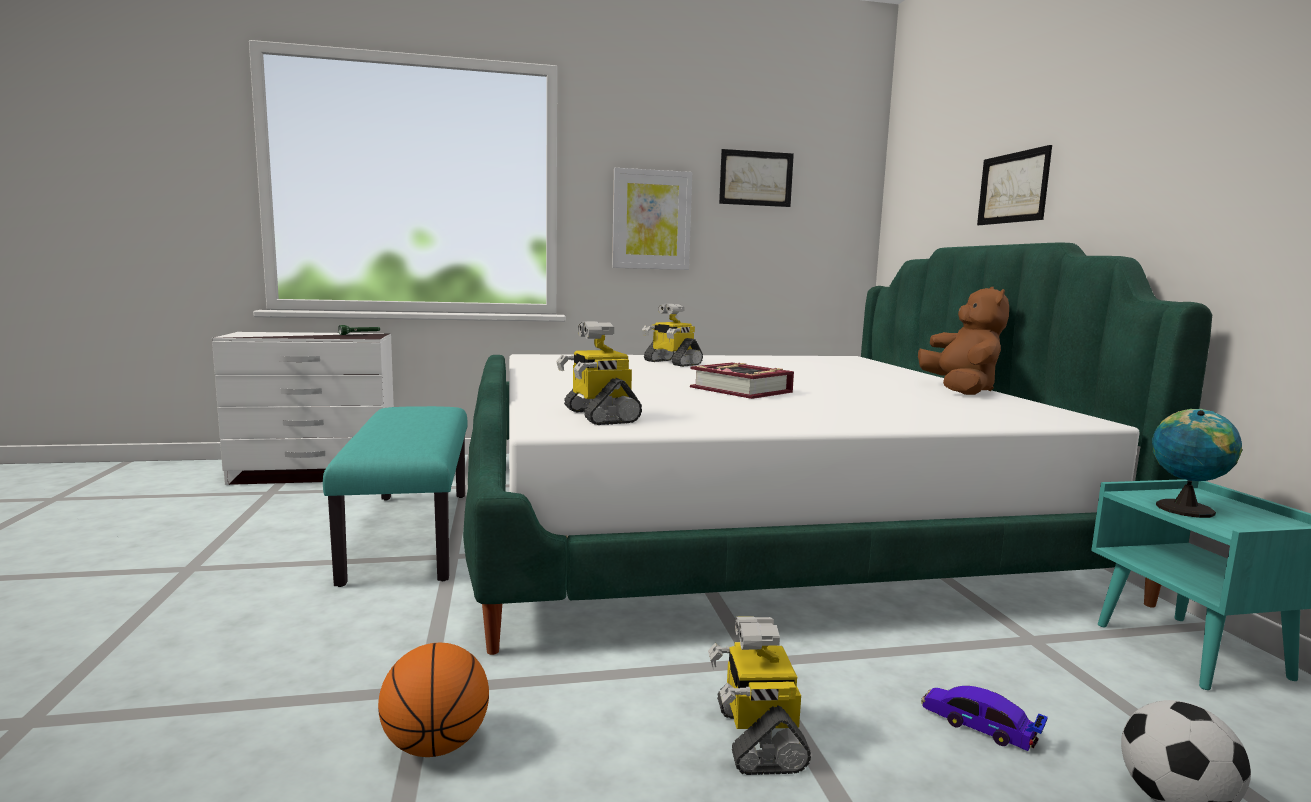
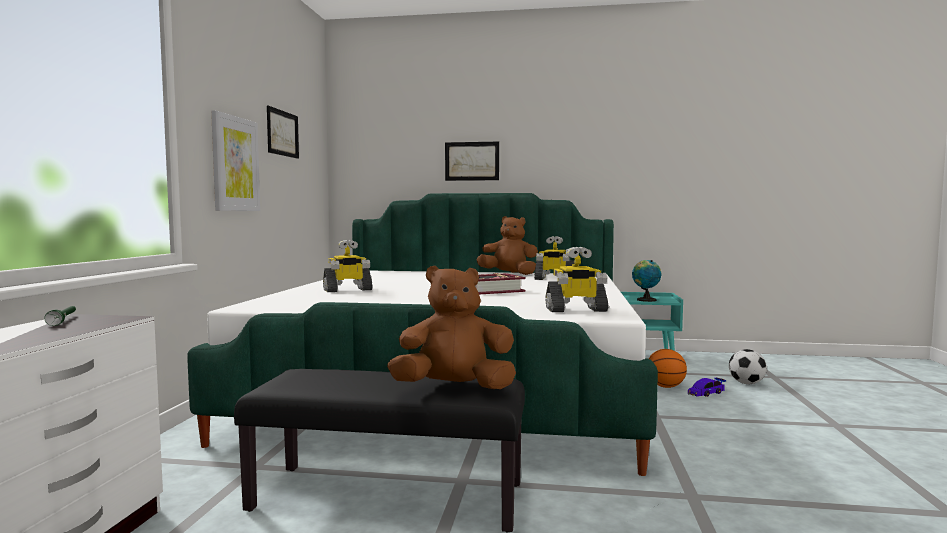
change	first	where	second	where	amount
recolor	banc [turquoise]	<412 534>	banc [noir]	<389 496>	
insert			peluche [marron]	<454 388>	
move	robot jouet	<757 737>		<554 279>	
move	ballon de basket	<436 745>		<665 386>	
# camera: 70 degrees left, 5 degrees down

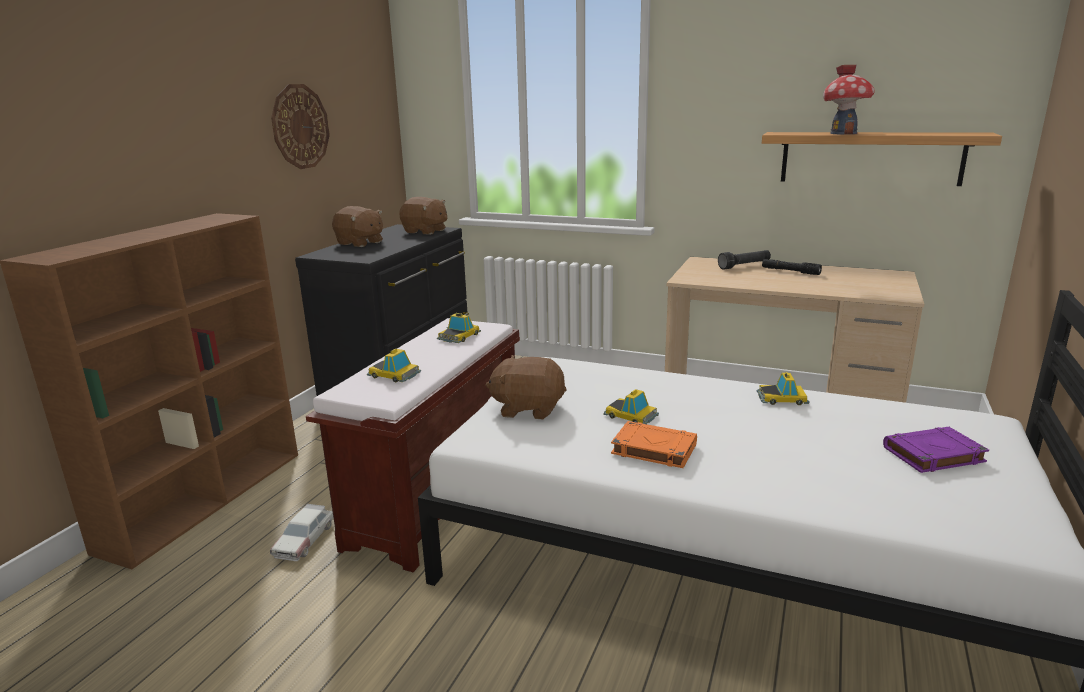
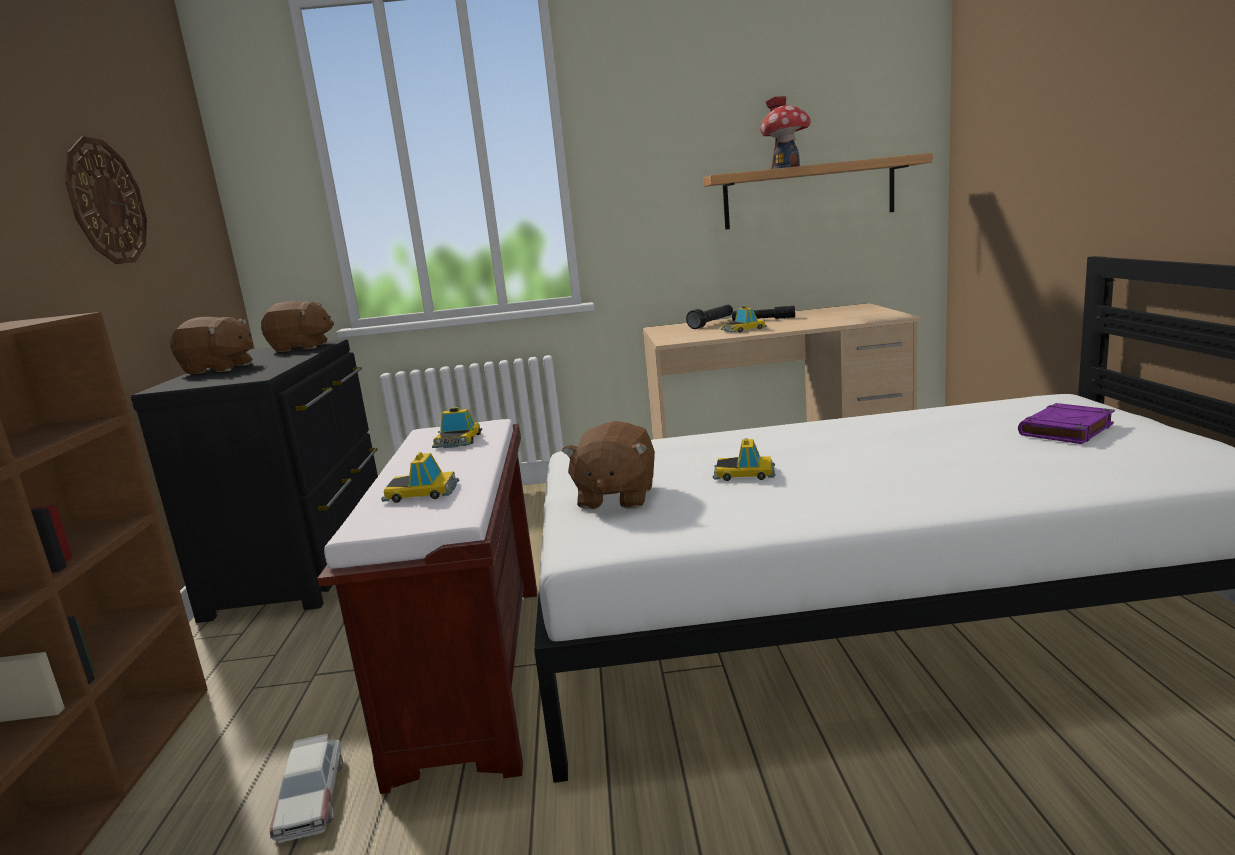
change	first	where	second	where	amount
rotate	peluche [marron]	<528 408>		<615 497>	60 degrees counterclockwise
move	petite voiture	<782 398>		<743 329>	
delete	livre [orange]	<653 449>			
# camera: 25 degrees left, 5 degrees down

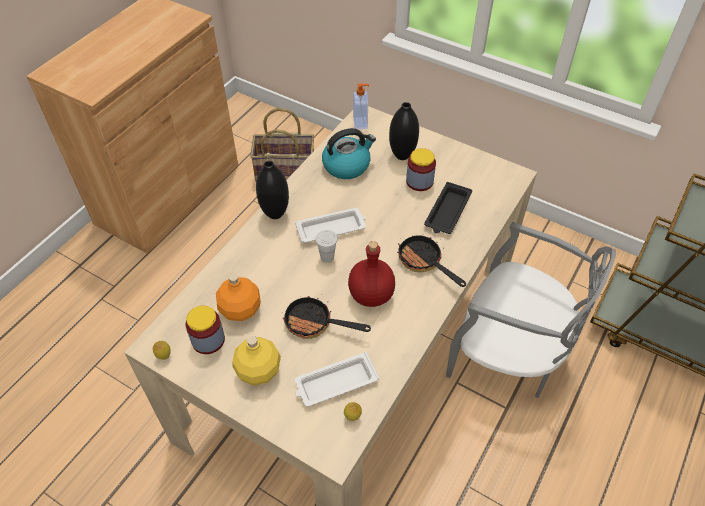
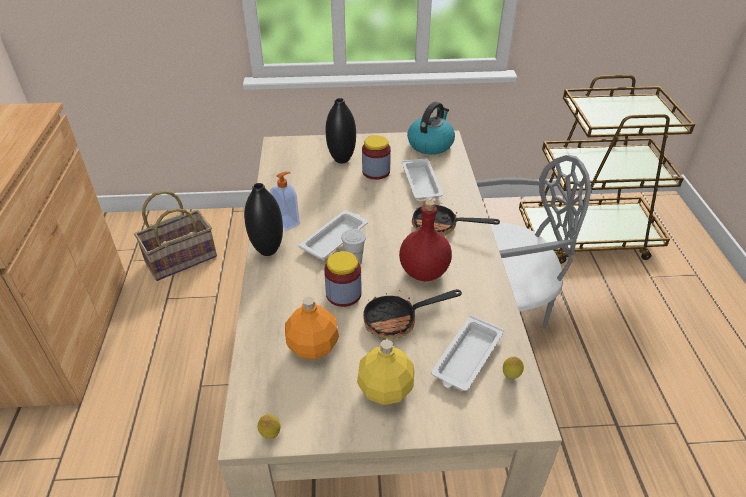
change	first	where	second	where	amount
move	distributeur de savon	<361 123>		<287 222>	
move	bocal	<208 340>		<343 294>	
recolor	plateau [noir]	<447 212>	plateau [blanc]	<421 183>	
move	bouilloire	<347 165>		<430 144>	
# camera: 35 degrees left, 10 degrees down

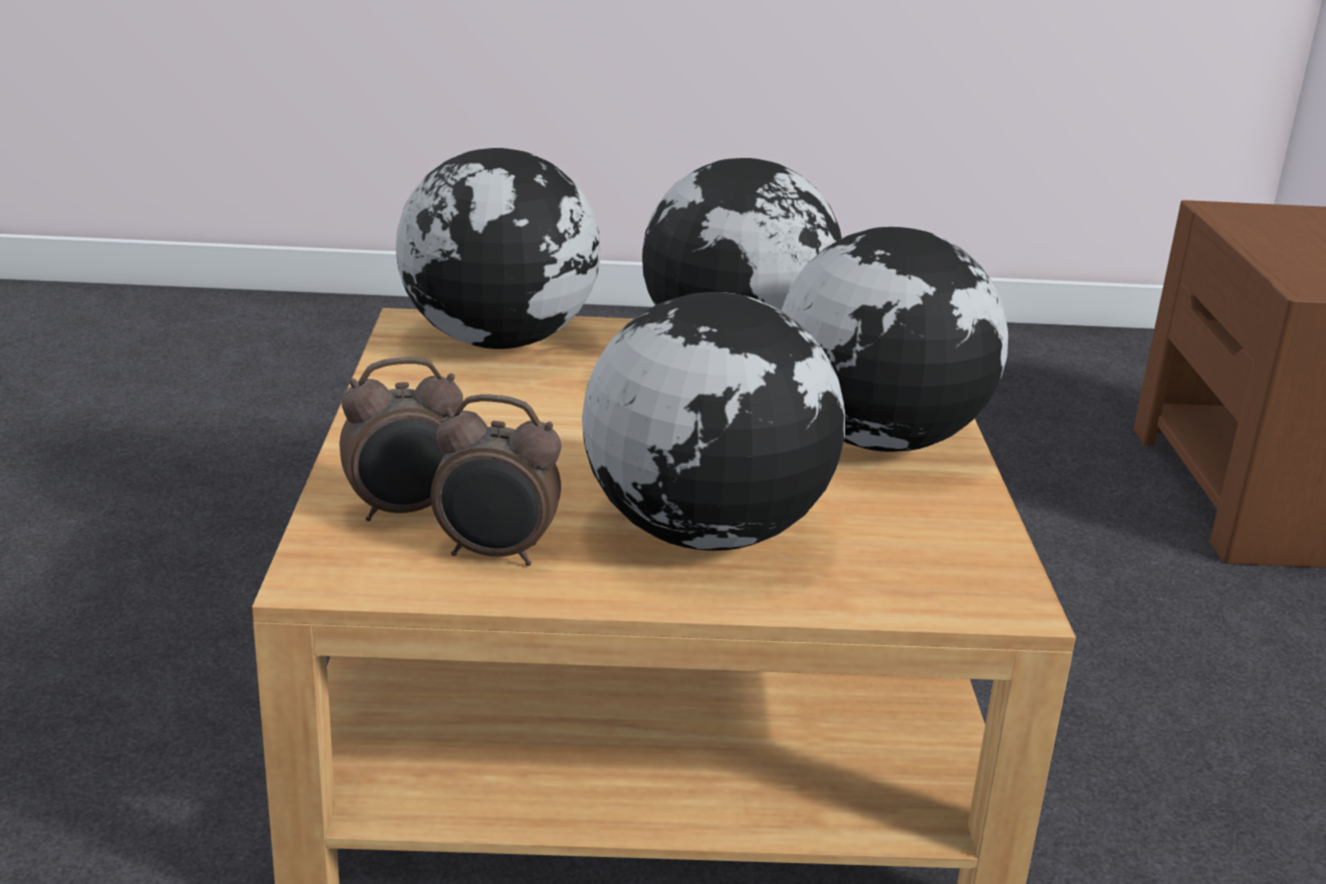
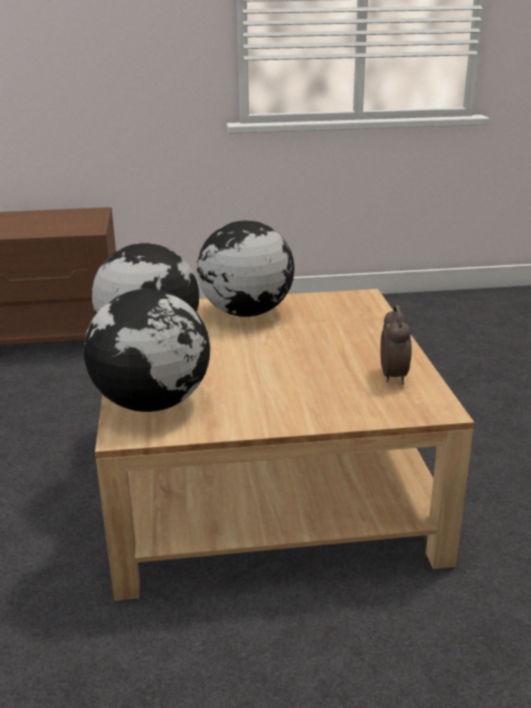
change	first	where	second	where	amount
delete	réveil	<405 511>			
delete	globe	<704 532>			
# camera: 95 degrees left, 0 degrees up

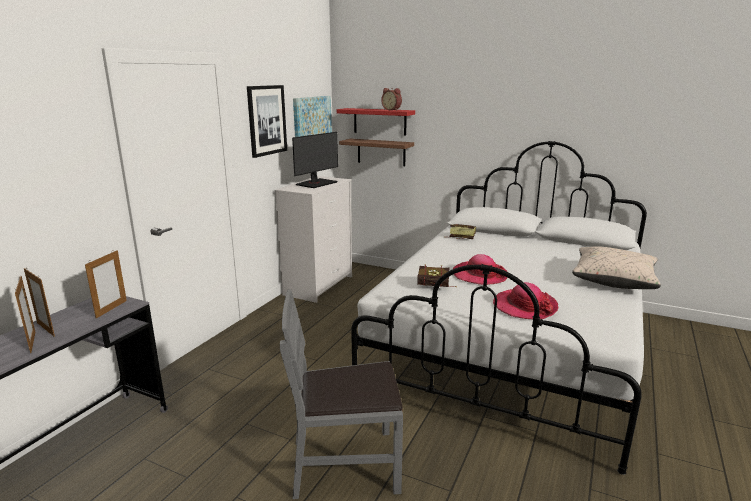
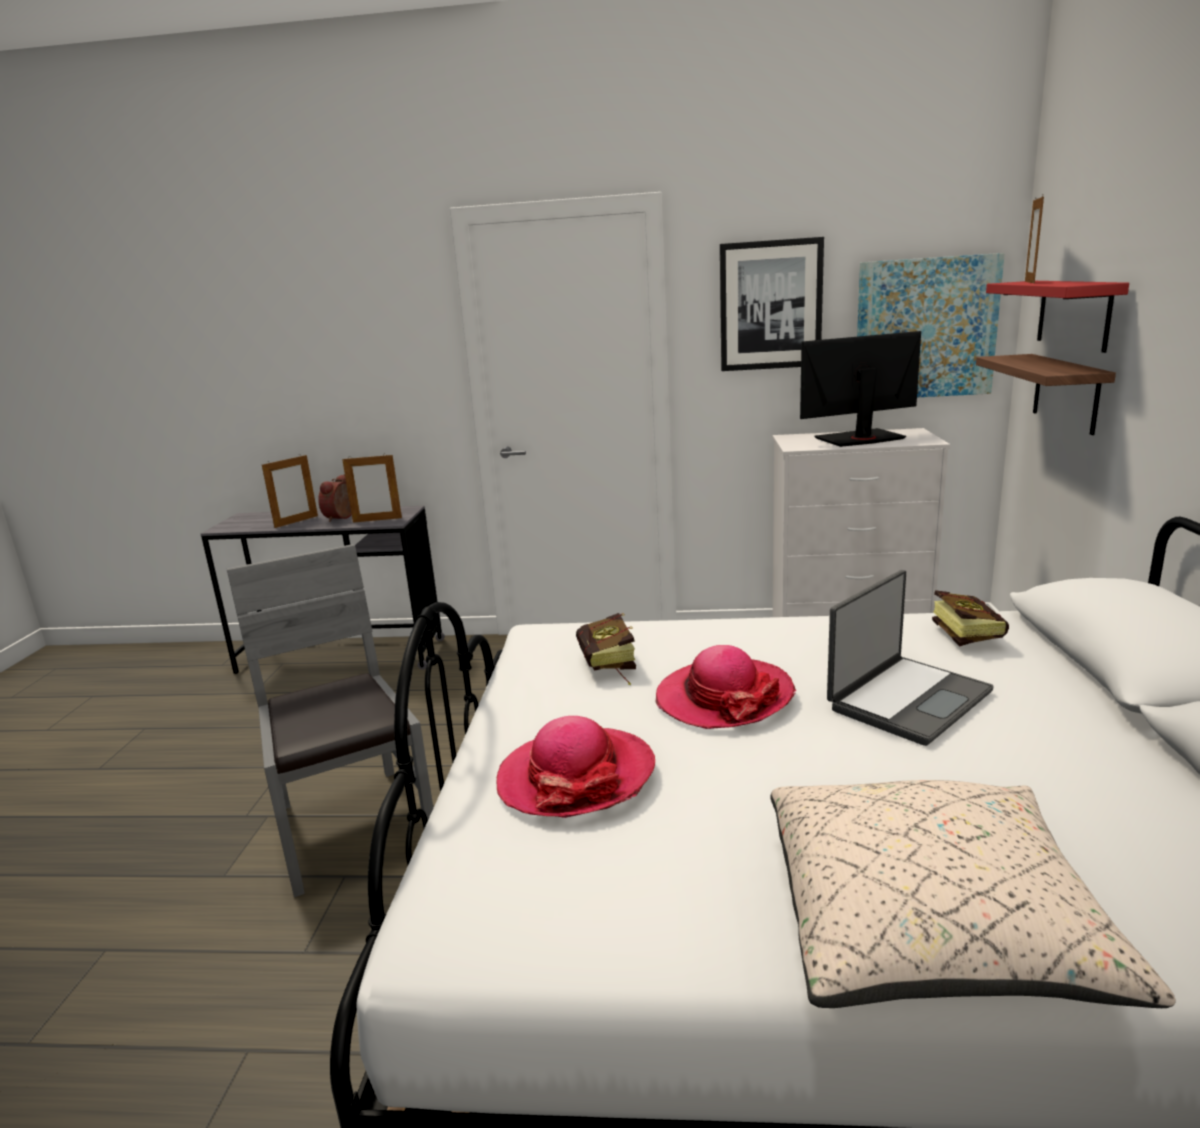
change	first	where	second	where	amount
move	réveil	<392 110>		<342 518>	
rotate	écran d'ordinateur	<316 183>		<859 439>	150 degrees clockwise
insert			ordinateur portable	<907 700>	
move	cadre photo	<46 329>		<1029 282>	
# camera: 70 degrees right, 0 degrees up

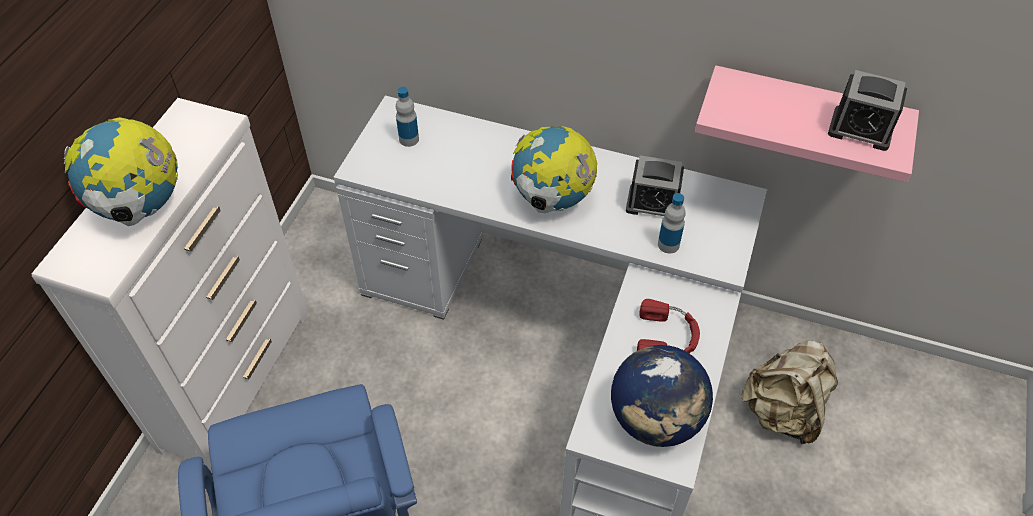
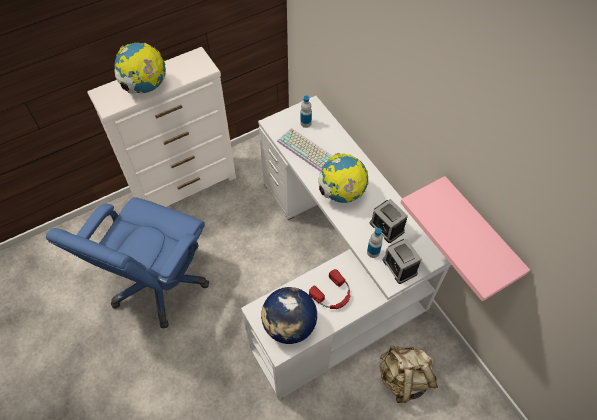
change	first	where	second	where	amount
insert			clavier	<308 150>	
move	réveil	<860 129>		<399 267>	
# camera: 40 degrees right, 5 degrees up

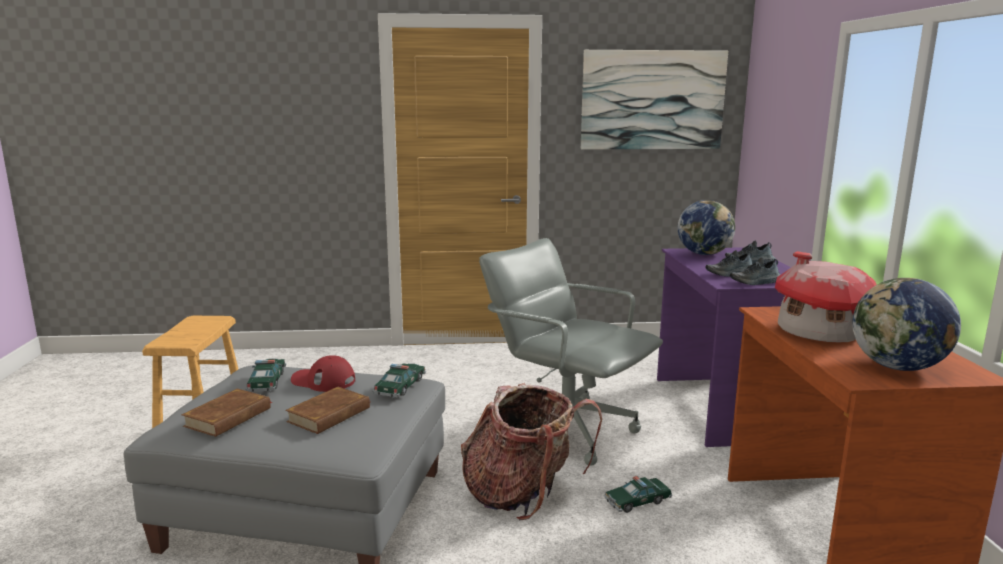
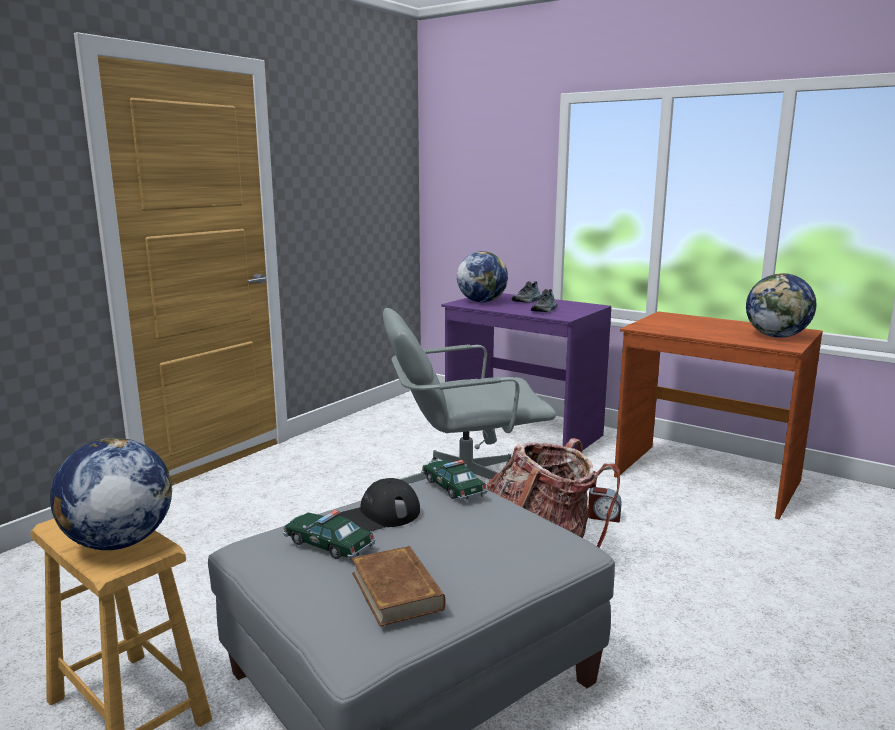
change	first	where	second	where	amount
insert			globe	<118 542>	
recolor	casquette [rouge]	<323 381>	casquette [noir]	<378 515>	
replace	petite voiture	<637 501>	réveil	<604 516>	
delete	livre [marron]	<329 415>			
delete	tableau	<652 100>			
delete	chaussure	<756 282>			
delete	maison miniature	<817 332>			
# camera: 50 degrees left, 0 degrees up

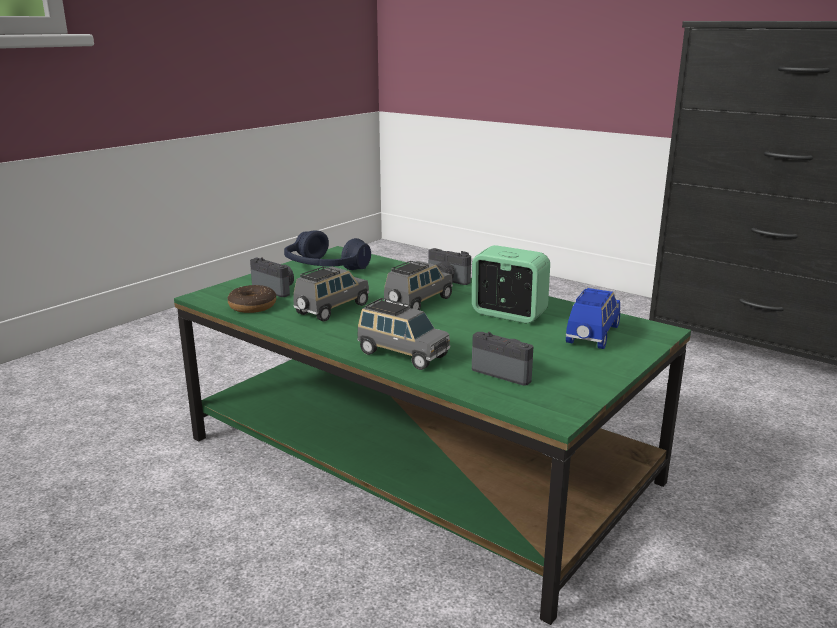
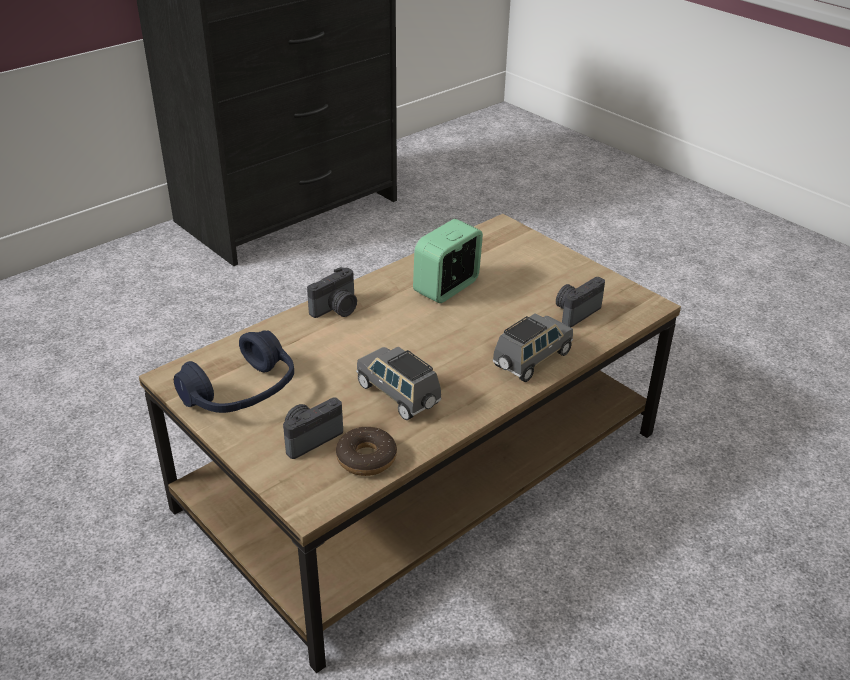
change	first	where	second	where	amount
recolor	table basse [vert]	<414 458>	table basse [marron]	<421 472>	
delete	petite voiture [gris]	<418 303>			
delete	petite voiture [bleu]	<592 335>			
# camera: 80 degrees left, 15 degrees up

